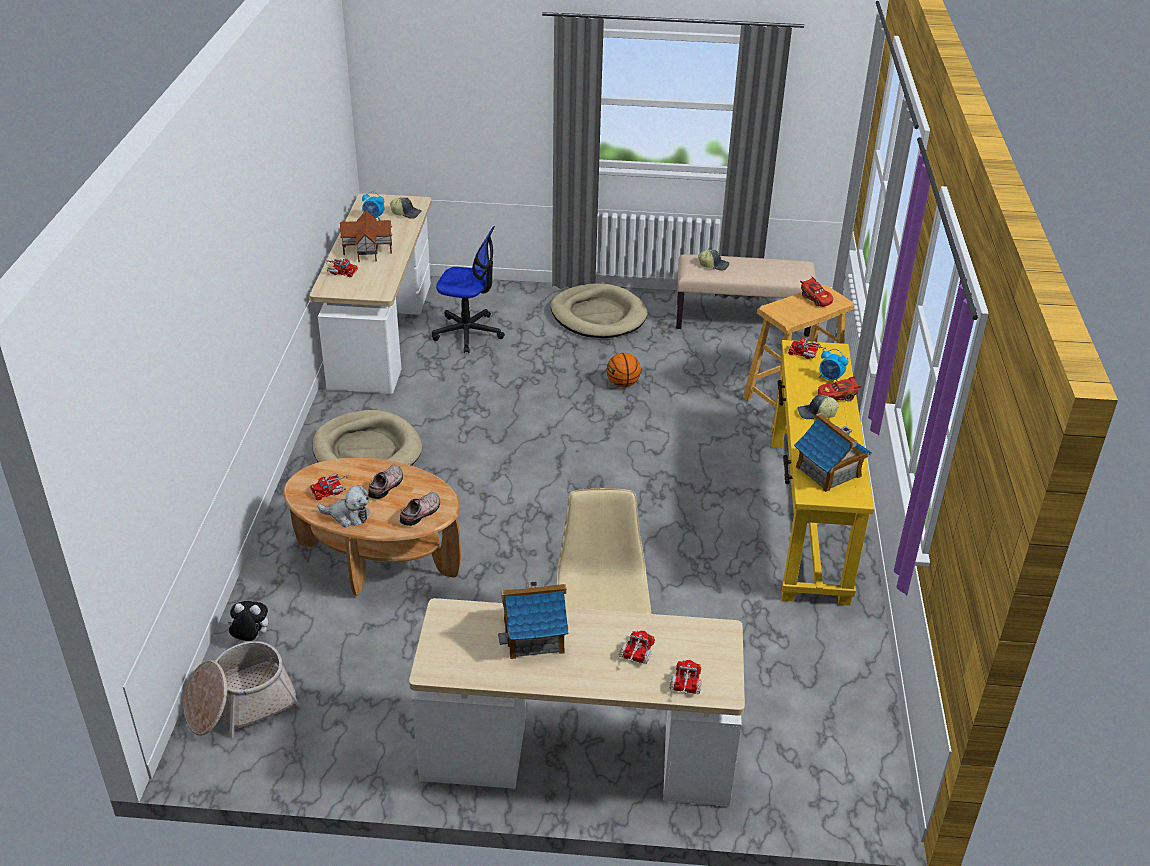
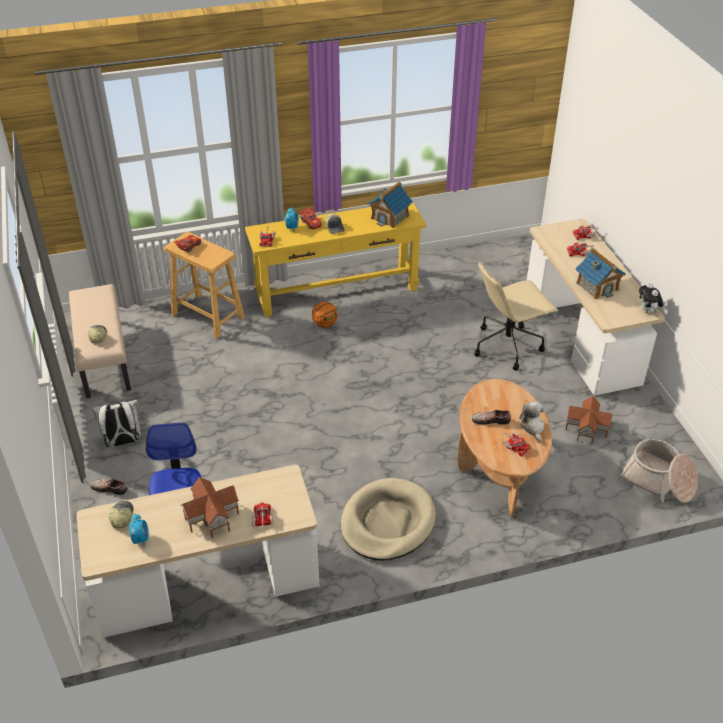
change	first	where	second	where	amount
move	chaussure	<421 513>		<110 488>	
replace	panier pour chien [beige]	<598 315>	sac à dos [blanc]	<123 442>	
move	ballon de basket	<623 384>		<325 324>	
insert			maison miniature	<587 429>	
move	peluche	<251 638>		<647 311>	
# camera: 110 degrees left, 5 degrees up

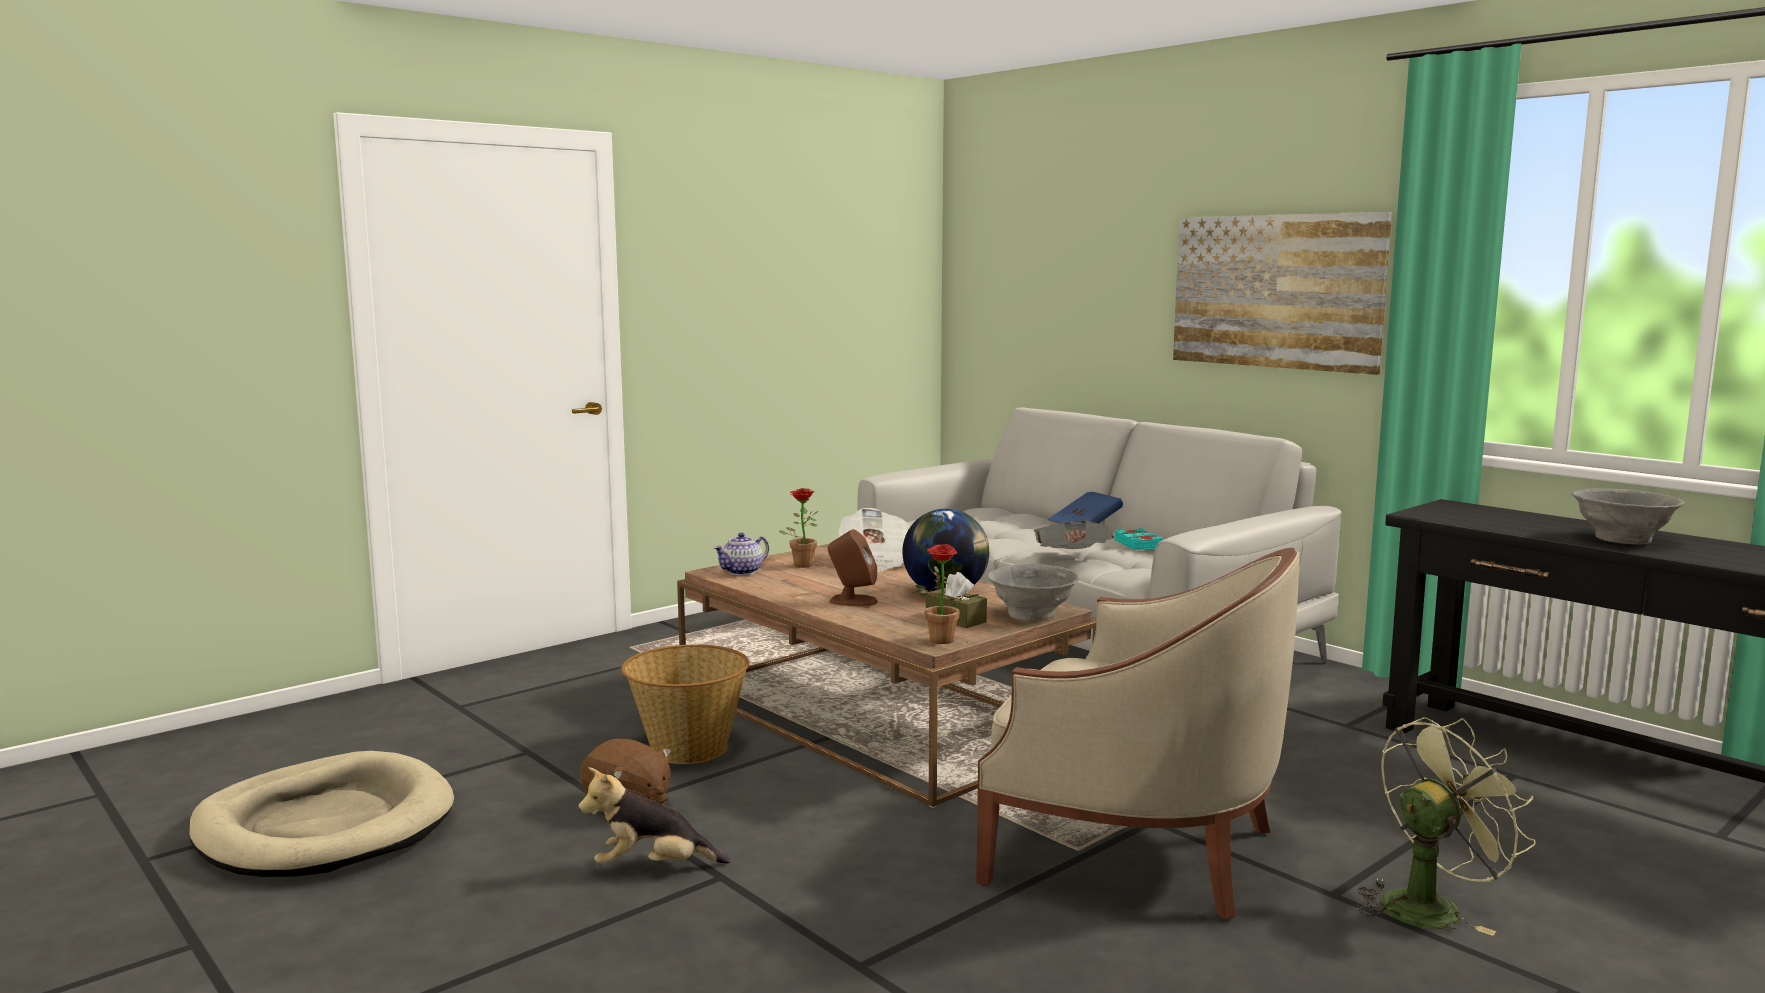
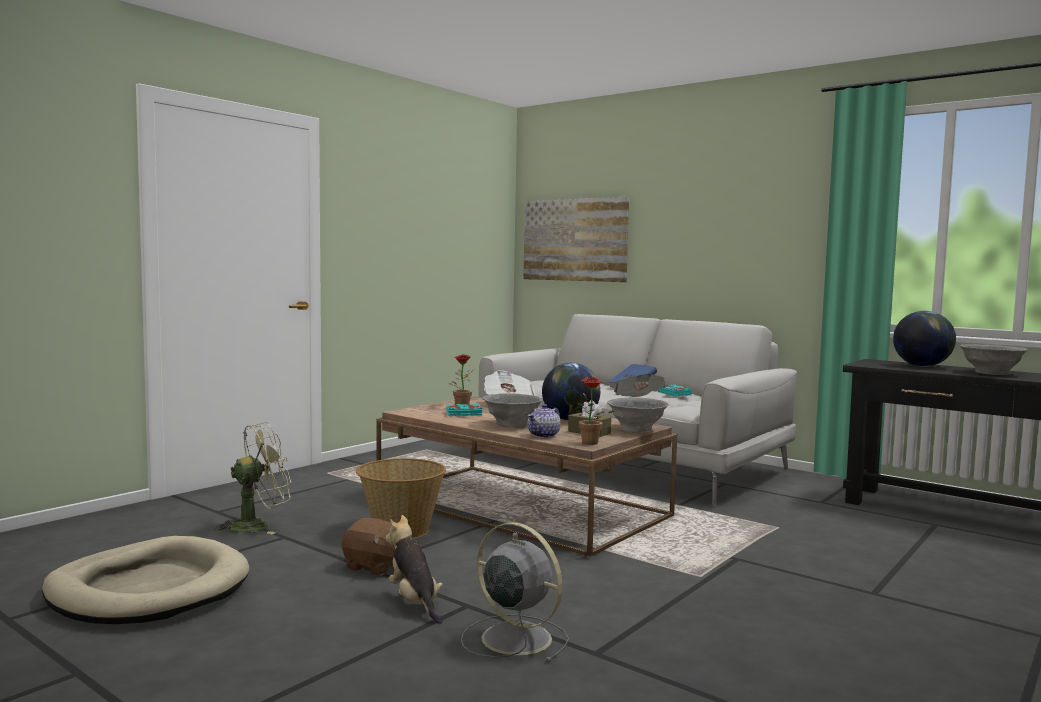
change	first	where	second	where	amount
move	ventilateur [vert]	<1430 905>		<257 525>	
rotate	peluche	<652 867>		<414 602>	75 degrees clockwise
insert			livre [turquoise]	<464 414>	
insert			ventilateur [gris]	<513 637>	
replace	enceinte [marron]	<852 601>	bol [gris]	<512 424>	
move	tableau	<1275 291>		<574 240>	
move	théière	<743 572>		<544 435>	
insert			globe	<922 366>	
delete	fauteuil [beige]	<1134 849>			
# camera: 10 degrees left, 5 degrees down

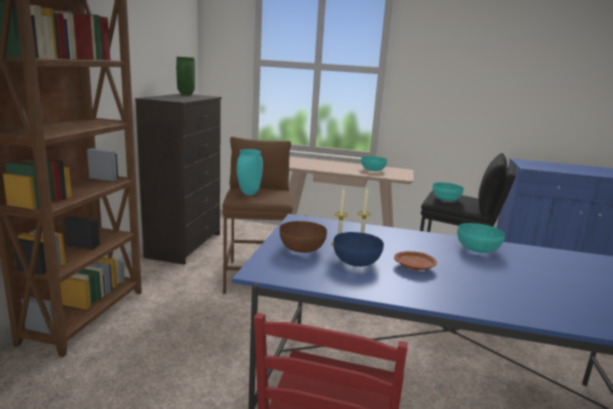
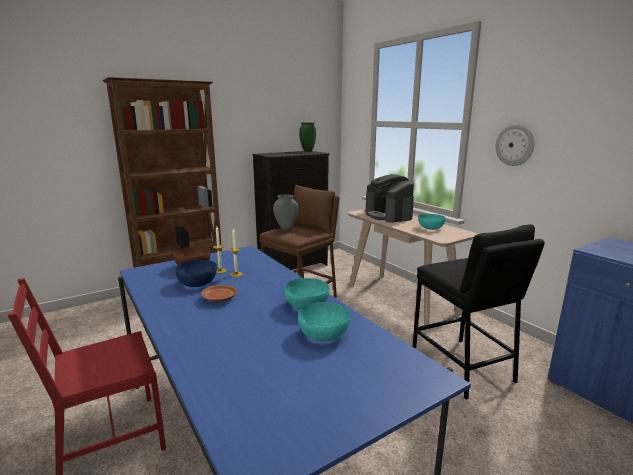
change	first	where	second	where	amount
recolor	vase [turquoise]	<248 193>	vase [gris]	<286 230>	
move	bol [turquoise]	<445 199>		<323 334>	
insert			machine à café	<388 215>	
insert			horloge murale	<515 145>	
# camera: 45 degrees right, 0 degrees up

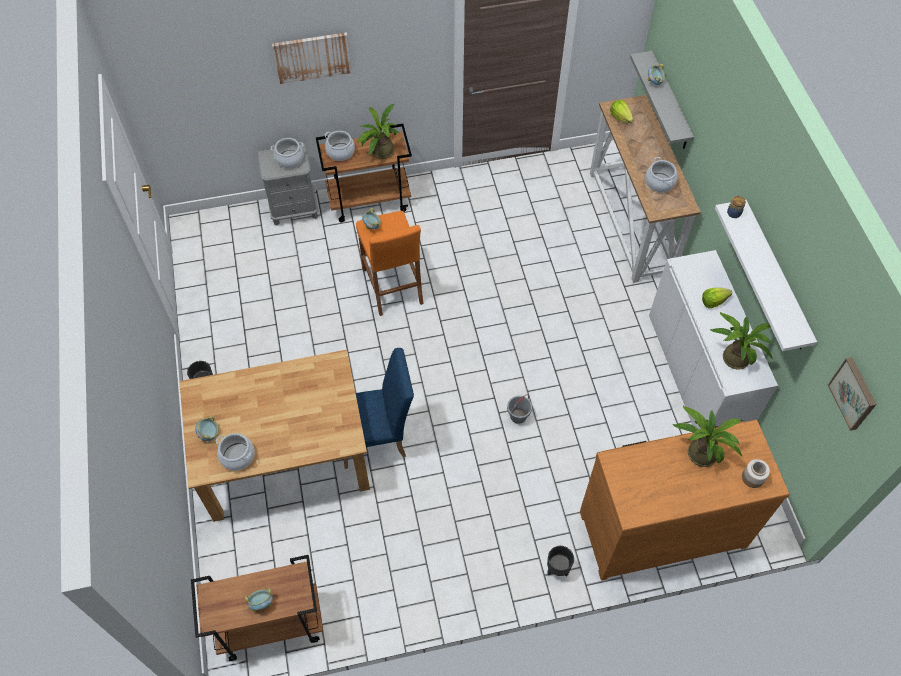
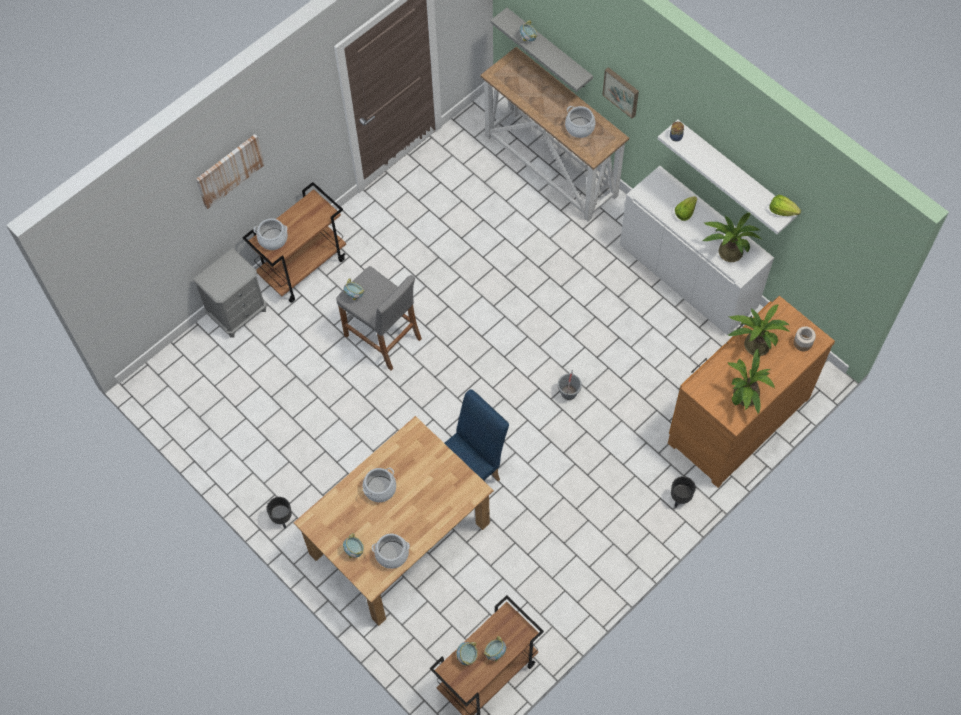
change	first	where	second	where	amount
recolor	tabouret [orange]	<392 286>	tabouret [gris]	<383 337>	
move	marmite	<289 159>		<380 488>	
insert			bol	<467 656>	
move	tableau	<854 393>		<622 91>	
move	plante en pot	<380 152>		<744 398>	
move	laitue	<620 117>		<782 211>	
# camera: 30 degrees left, 5 degrees up

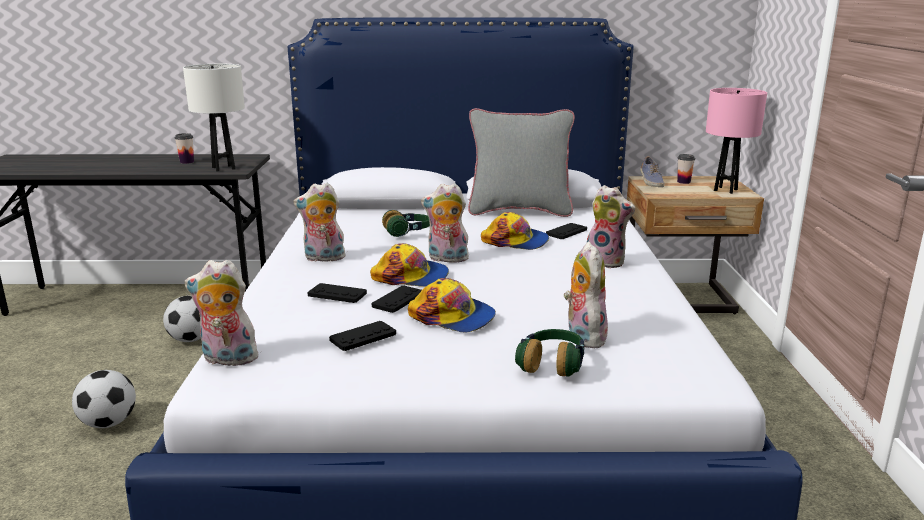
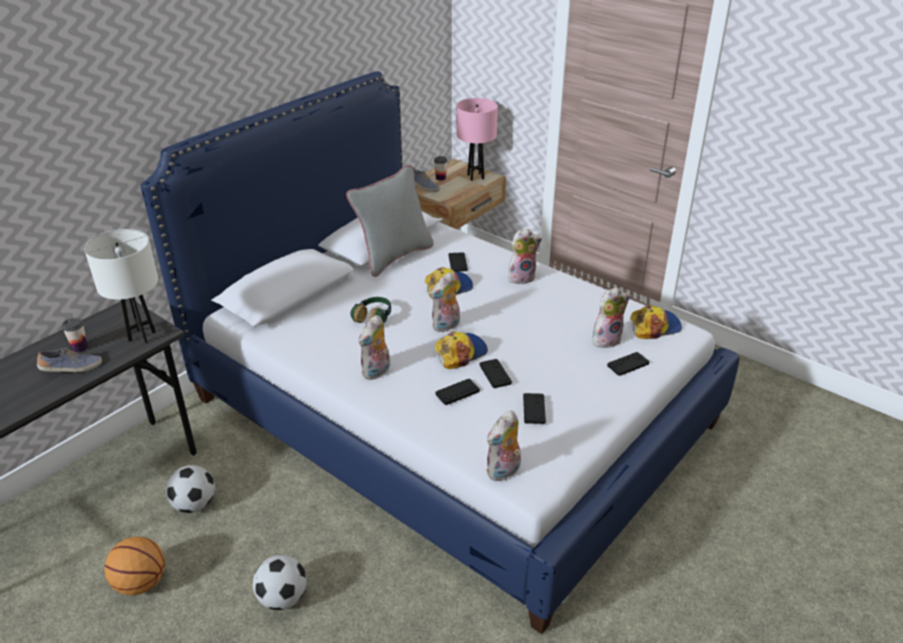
change	first	where	second	where	amount
insert			chaussure	<71 369>	
insert			ballon de basket	<140 584>	
rotate	peluche	<582 336>		<606 339>	120 degrees clockwise
replace	casque audio	<552 364>	manette [noir]	<628 364>	
move	casquette	<453 317>		<654 326>	
# camera: 50 degrees left, 15 degrees up

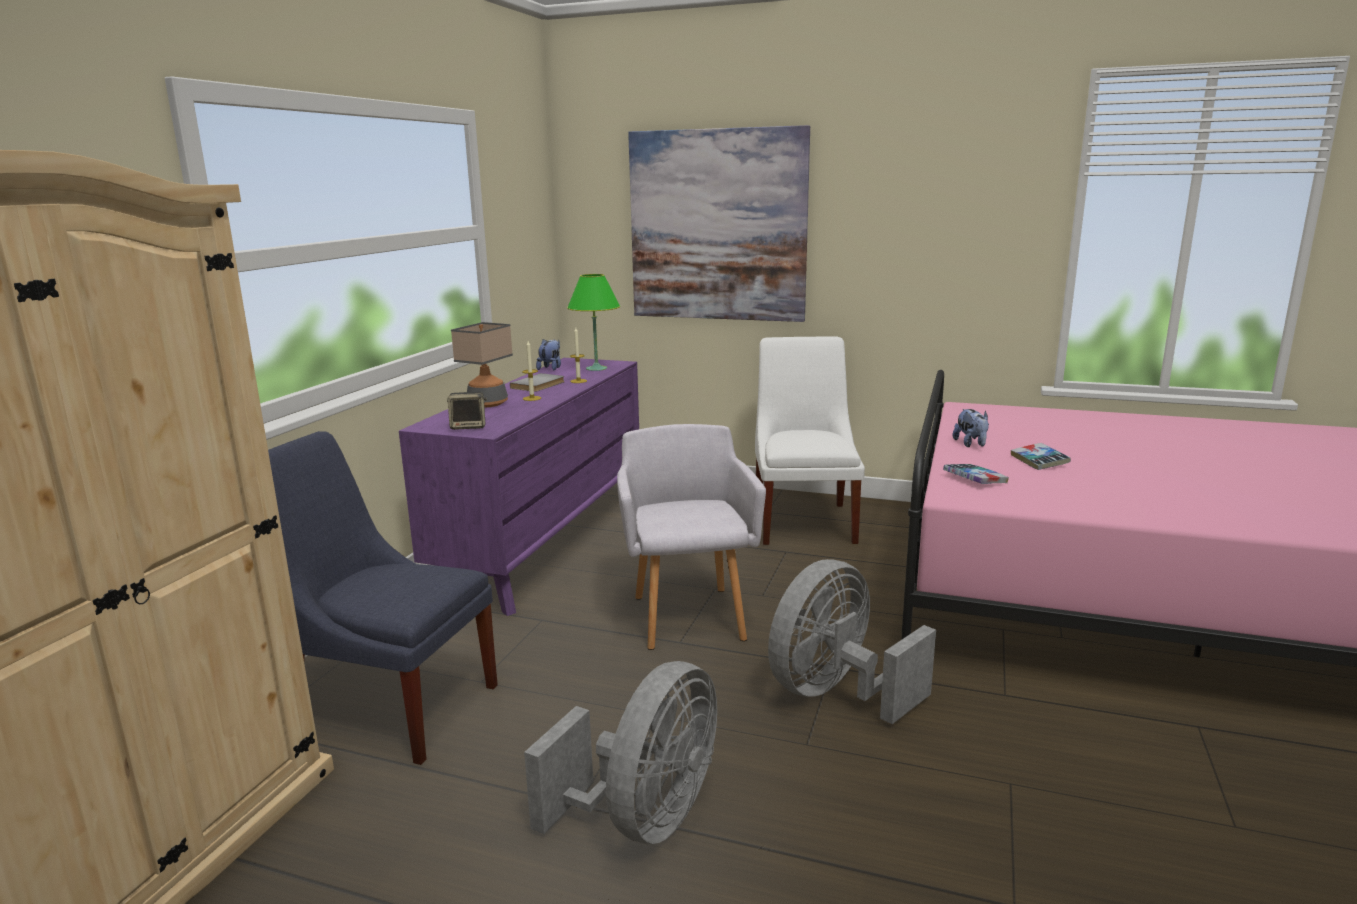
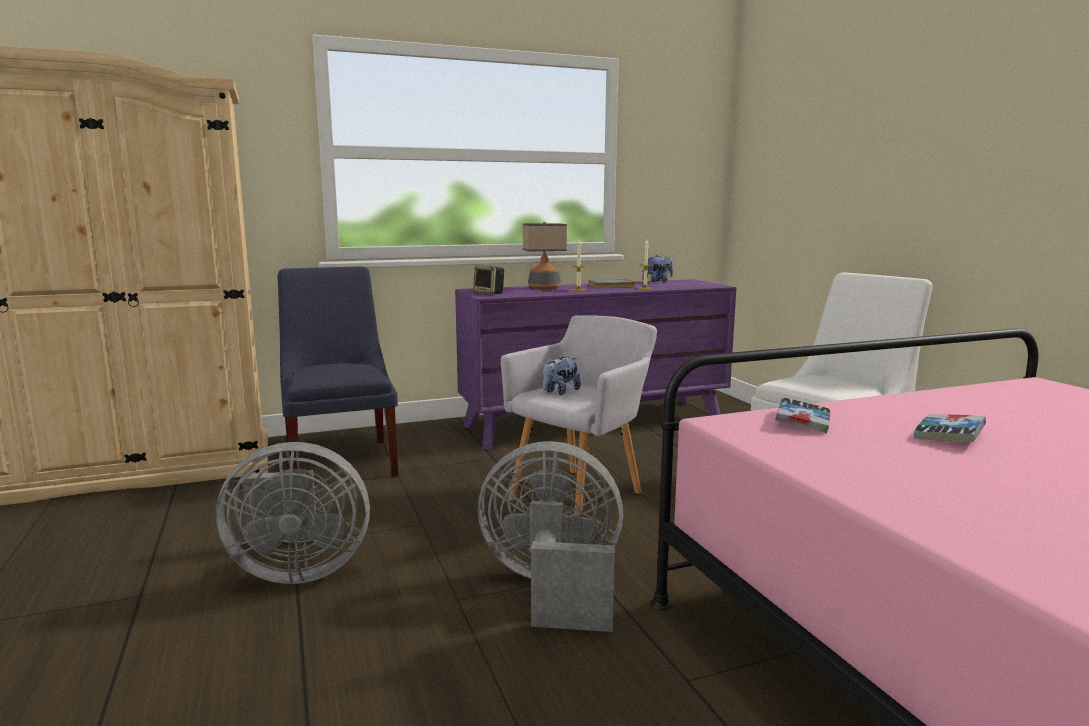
change	first	where	second	where	amount
move	peluche	<971 444>		<560 392>	
delete	lampe de table [vert]	<596 368>			
delete	tableau	<717 226>			
# camera: 50 degrees right, 5 degrees down

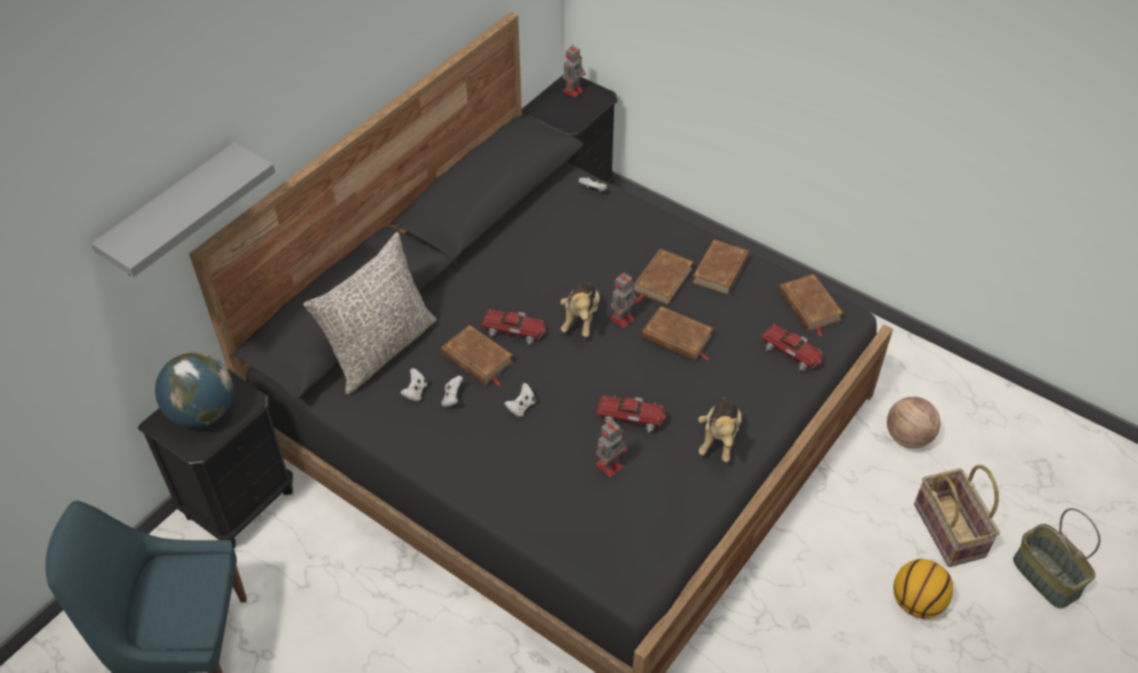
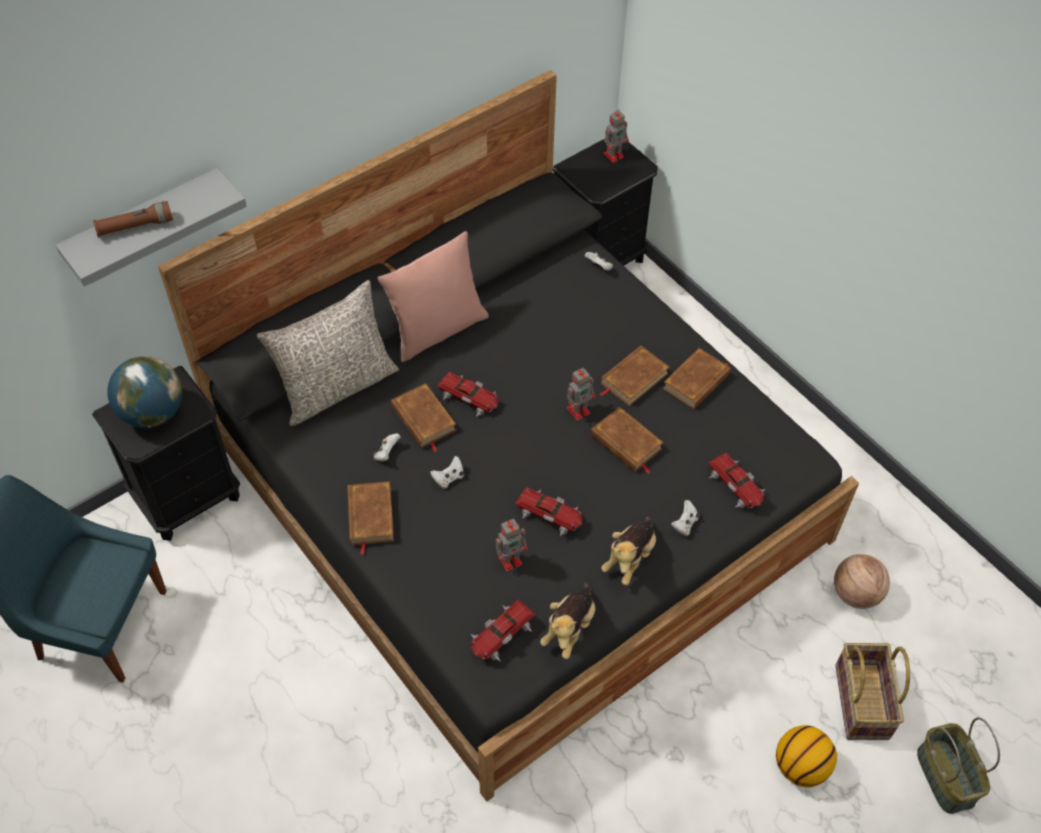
change	first	where	second	where	amount
insert			lampe de poche [marron]	<135 227>	
move	livre [marron]	<809 306>		<370 516>	
insert			coussin [rose]	<437 330>	
insert			petite voiture	<502 635>	
move	peluche	<581 318>		<569 628>	
move	manette [blanc]	<415 392>		<684 524>	
# camera: 15 degrees right, 5 degrees up

